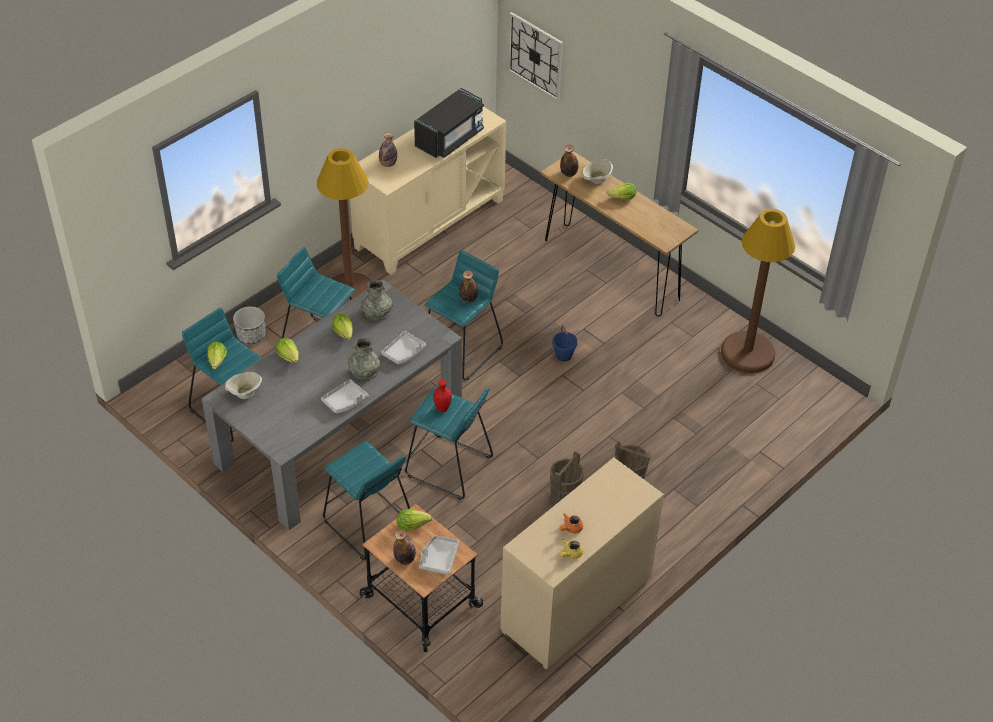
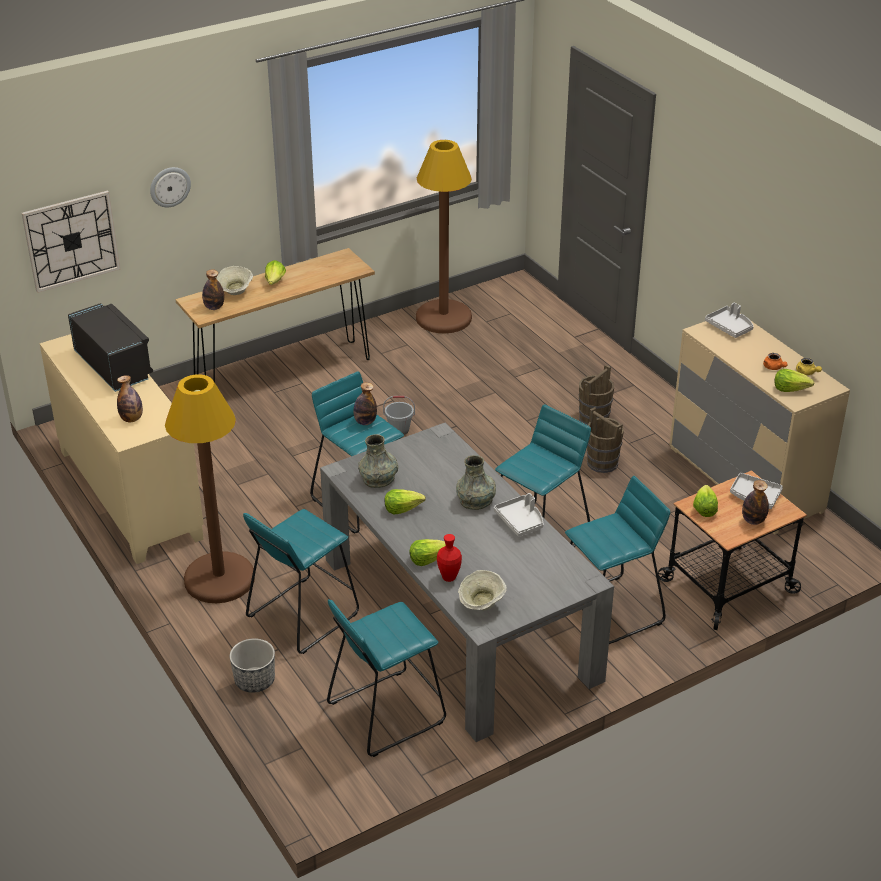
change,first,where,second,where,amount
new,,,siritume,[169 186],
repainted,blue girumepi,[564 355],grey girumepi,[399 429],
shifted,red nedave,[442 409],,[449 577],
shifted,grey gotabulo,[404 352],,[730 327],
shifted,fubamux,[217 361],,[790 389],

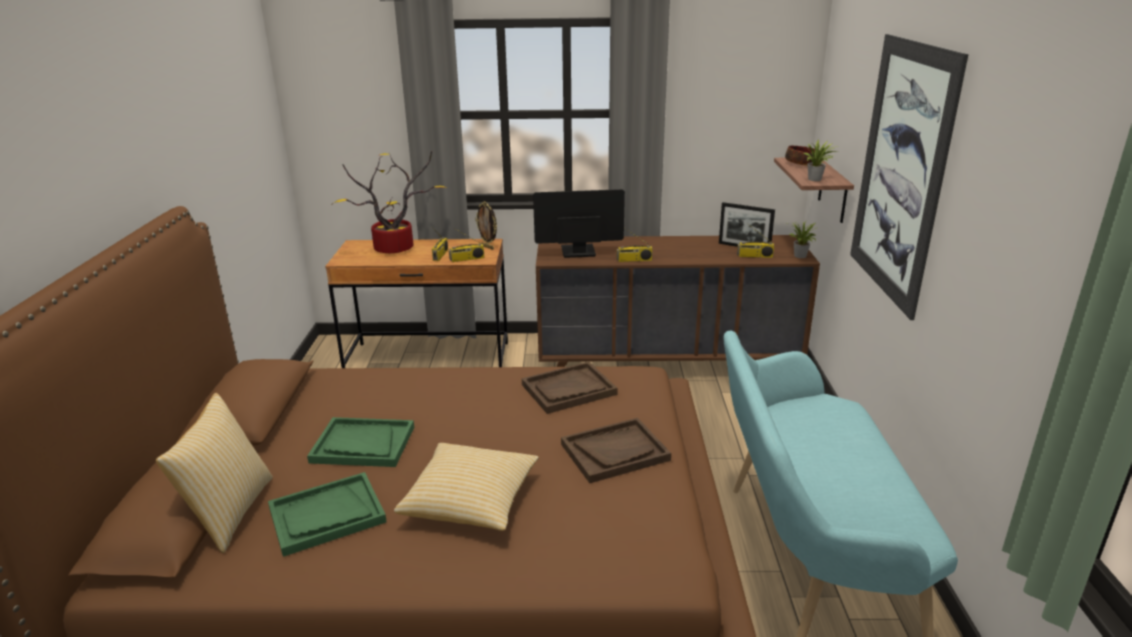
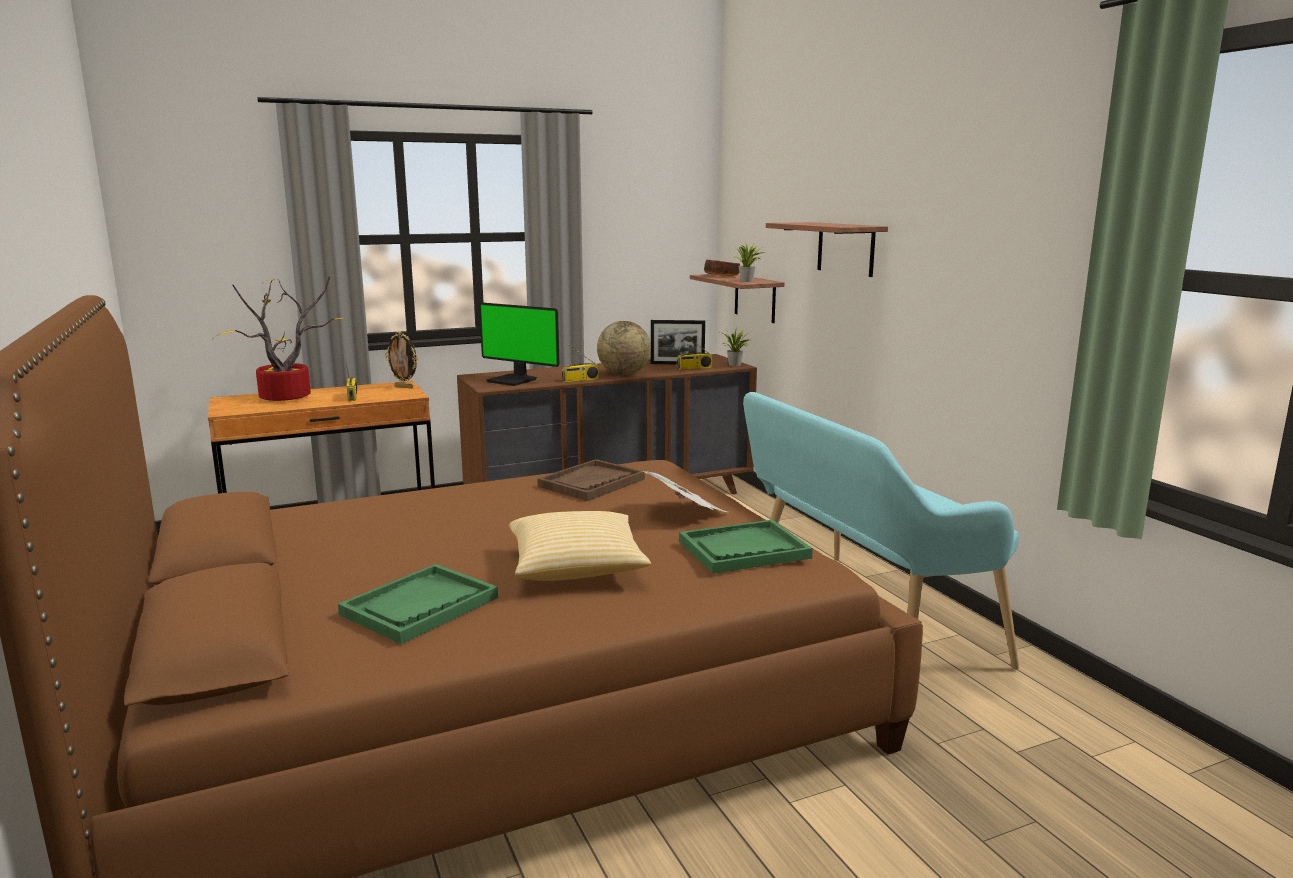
change,first,where,second,where,amount
rotated,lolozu,[577 252],,[513 380],120 degrees counterclockwise
new,,,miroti,[624 374],
swapped,brown gotabulo,[615 452],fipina,[685 513],
shifted,green gotabulo,[362 444],,[743 550],
swapped,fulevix,[900 172],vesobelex,[845 248],
gone,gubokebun,[229 513],,,
gone,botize,[467 259],,,

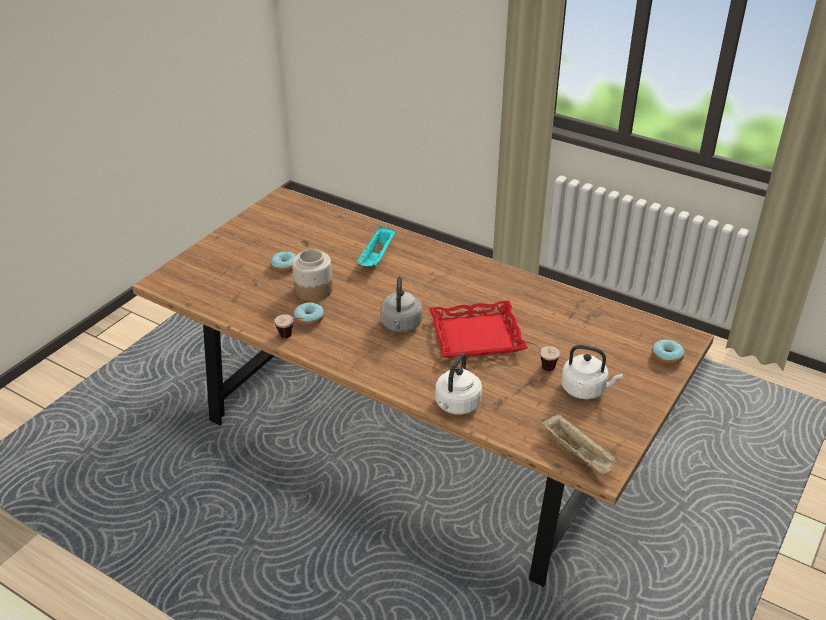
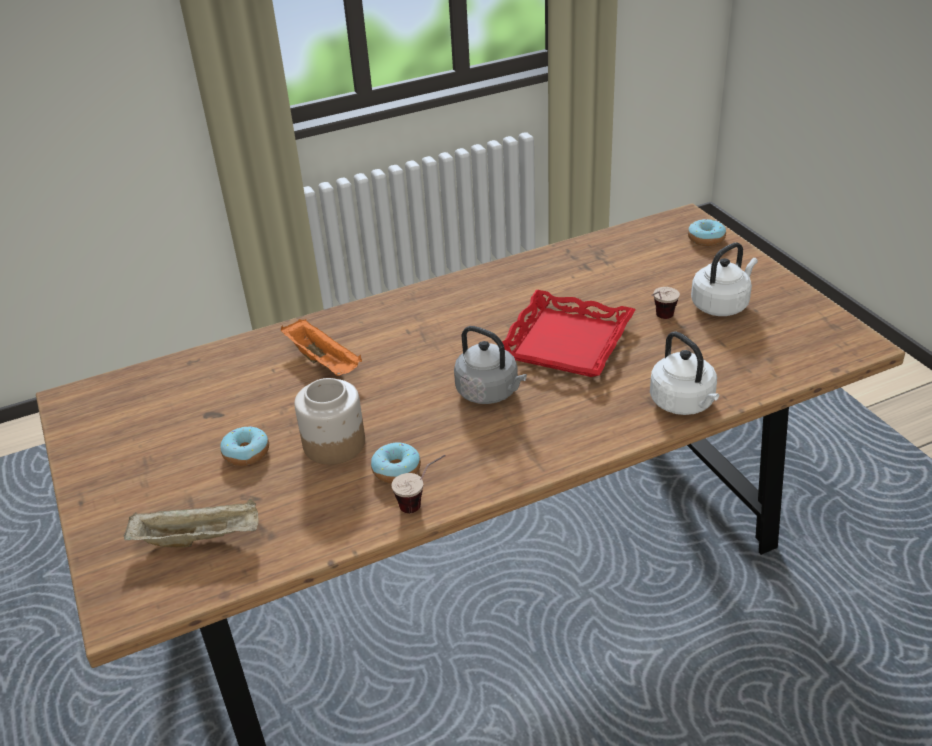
change,first,where,second,where,amount
shifted,beige gotabulo,[578 454],,[200 538],
repainted,turquoise gotabulo,[377 257],orange gotabulo,[324 362],

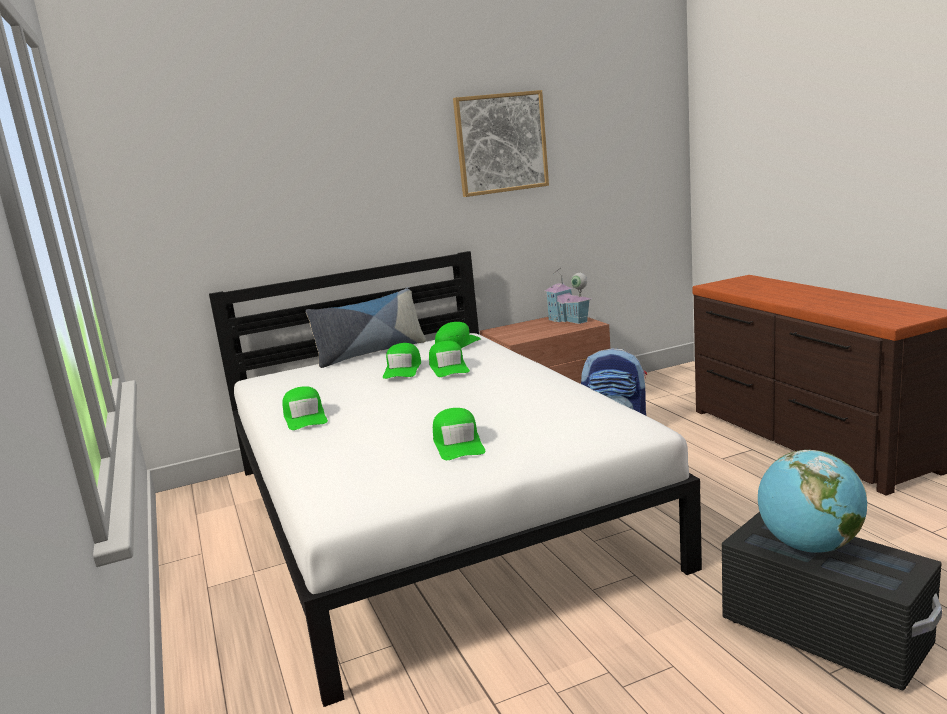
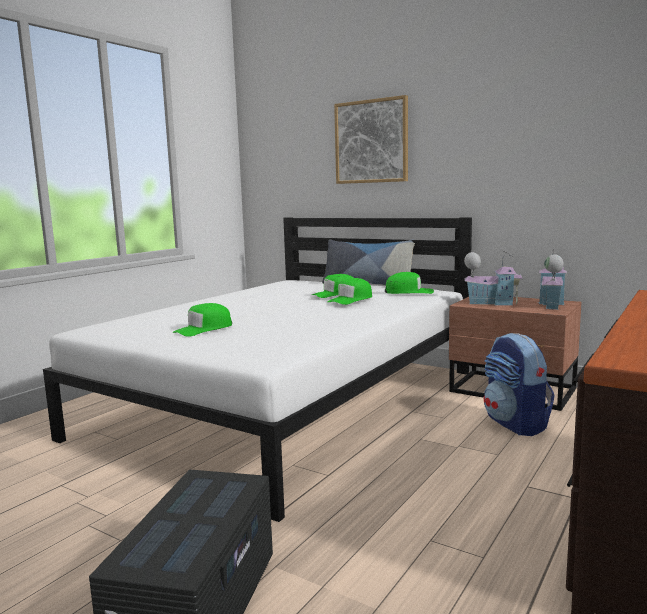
change,first,where,second,where,amount
shifted,fulevix,[501 143],,[371 141],
new,,,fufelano,[491 303],
gone,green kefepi,[305 417],,,
gone,miroti,[809 546],,,

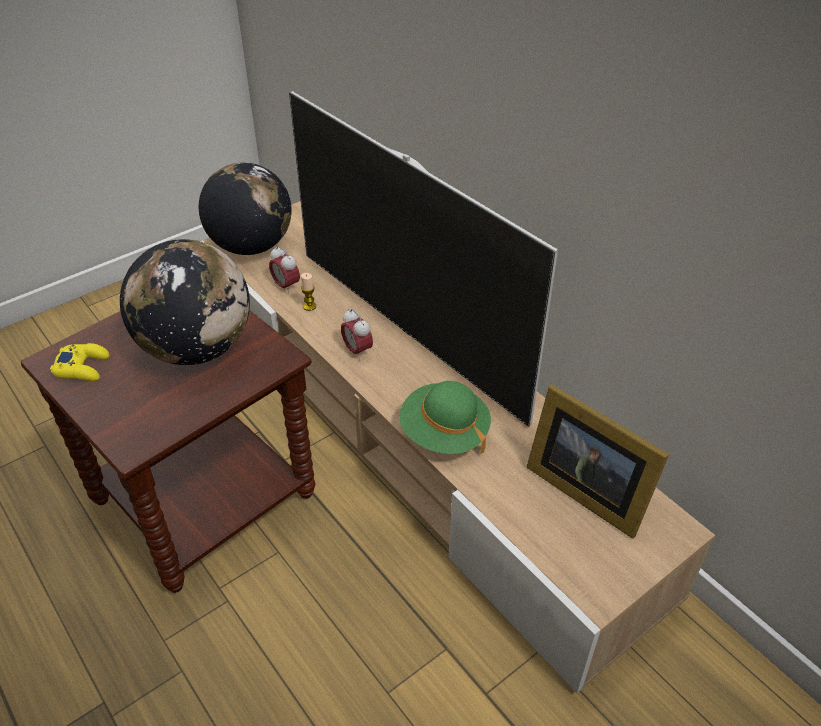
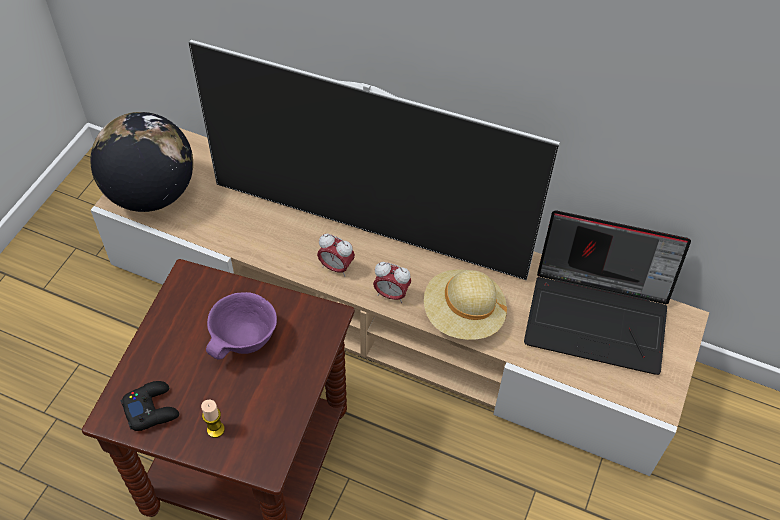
change,first,where,second,where,amount
repainted,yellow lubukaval,[83 367],black lubukaval,[151 409],
shifted,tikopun,[309 306],,[215 429],
swapped,miroti,[197 348],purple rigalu,[245 341],
shifted,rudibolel,[286 286],,[391 294],
repainted,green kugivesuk,[444 433],beige kugivesuk,[463 315],
swapped,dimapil,[584 488],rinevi,[599 316],

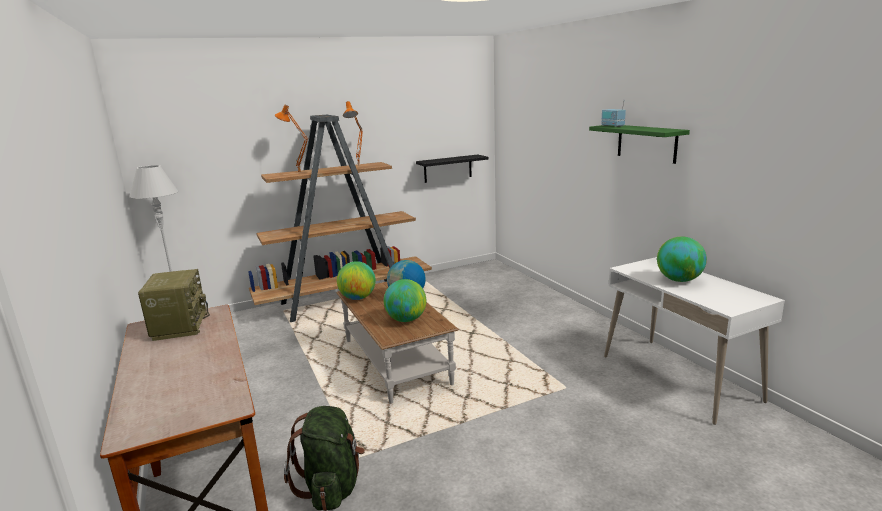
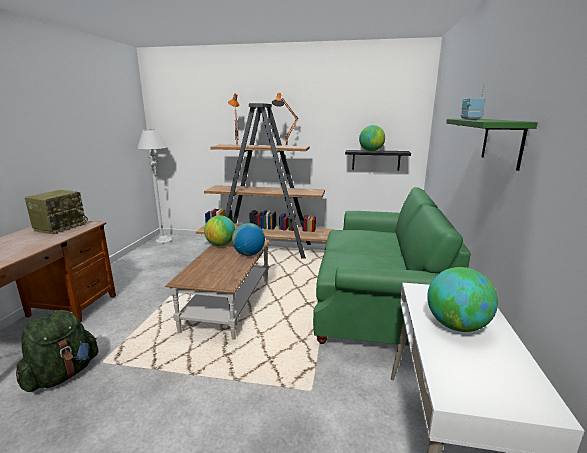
change,first,where,second,where,amount
new,,,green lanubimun,[377 302],
shifted,miroti,[406 320],,[371 151],

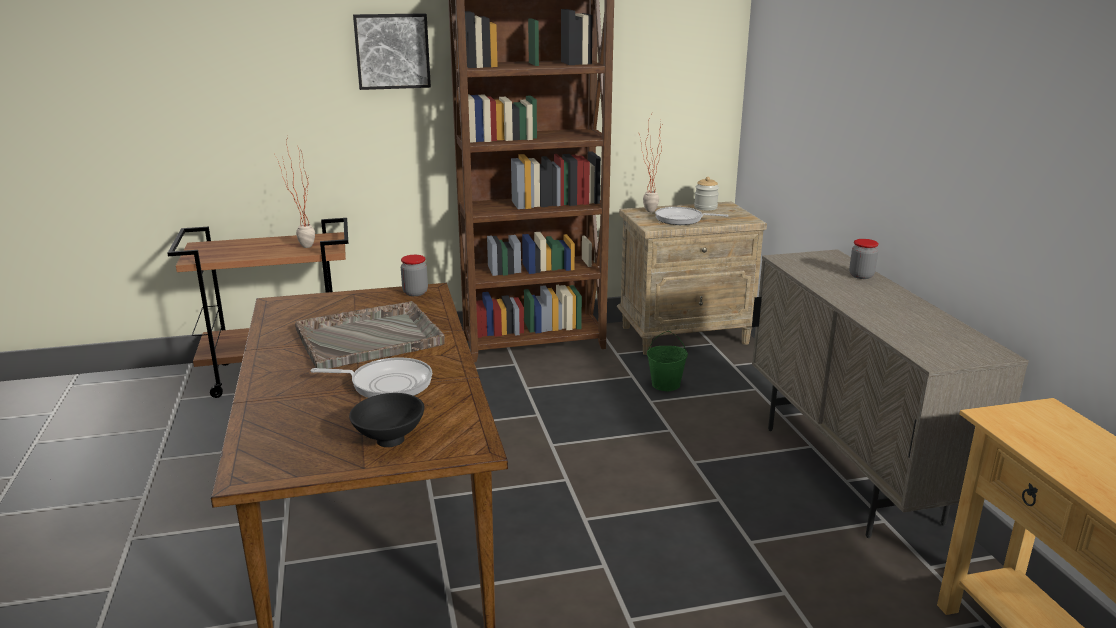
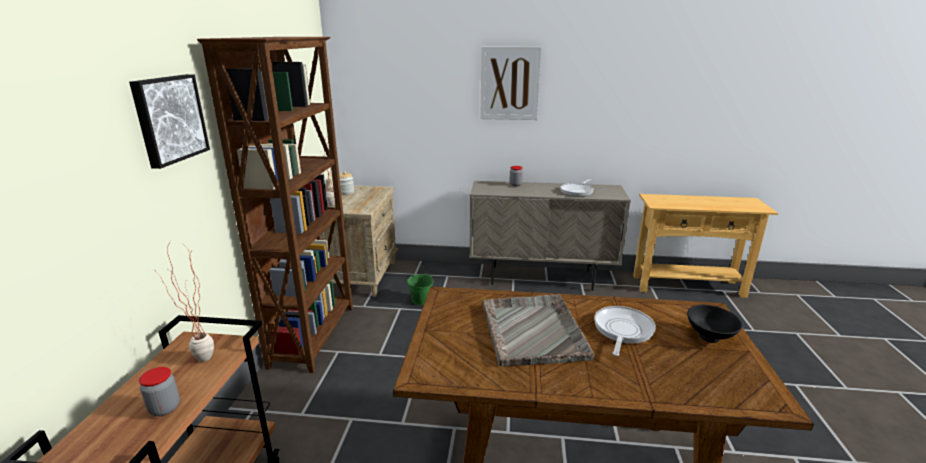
change,first,where,second,where,amount
shifted,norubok,[415 293],,[165 408],
new,,,fulevix,[509 84],
shifted,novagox,[682 219],,[577 191],

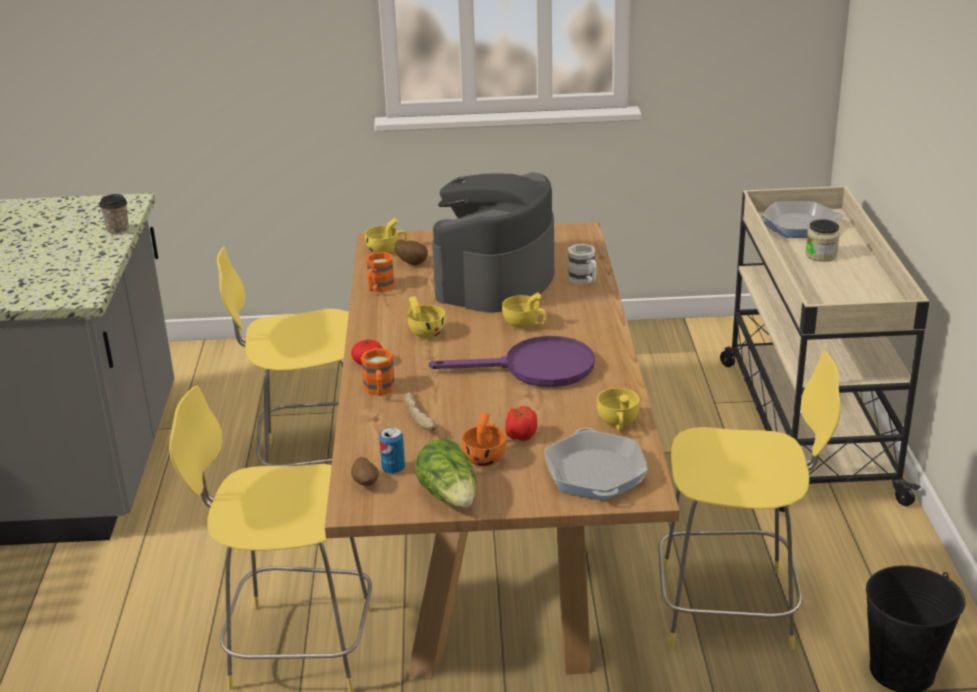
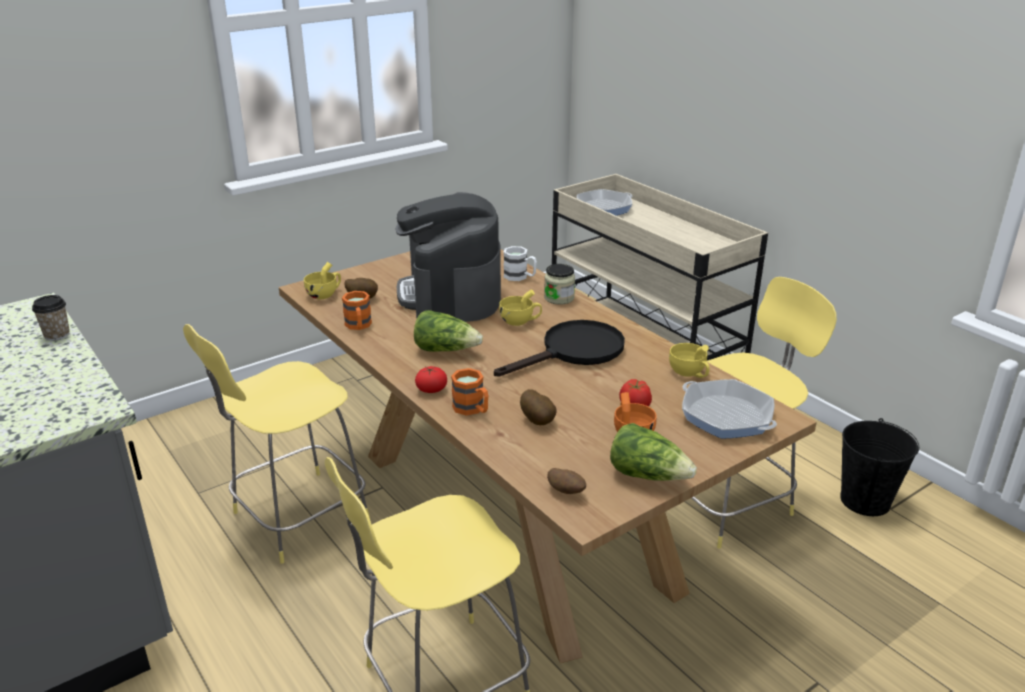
change,first,where,second,where,amount
swapped,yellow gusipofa,[424 332],fubamux,[446 350],
repainted,purple novagox,[536 368],black novagox,[574 352],
swapped,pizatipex,[421 419],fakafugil,[538 421],
shifted,norubok,[821 255],,[559 298],
gone,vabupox,[393 468],,,

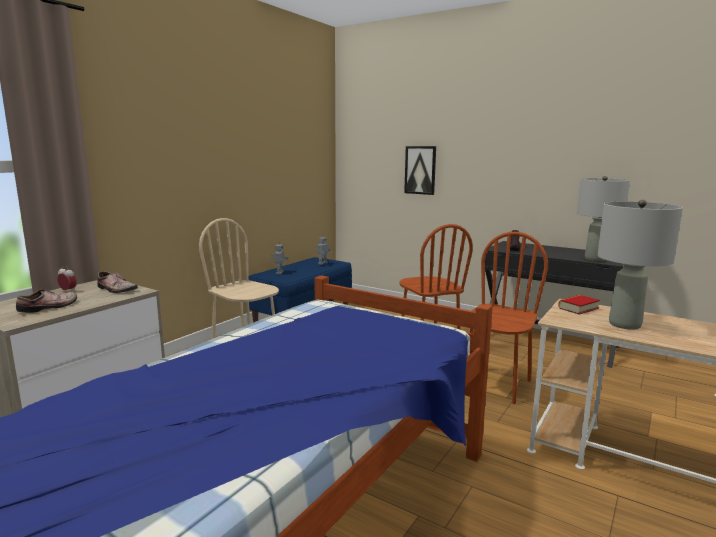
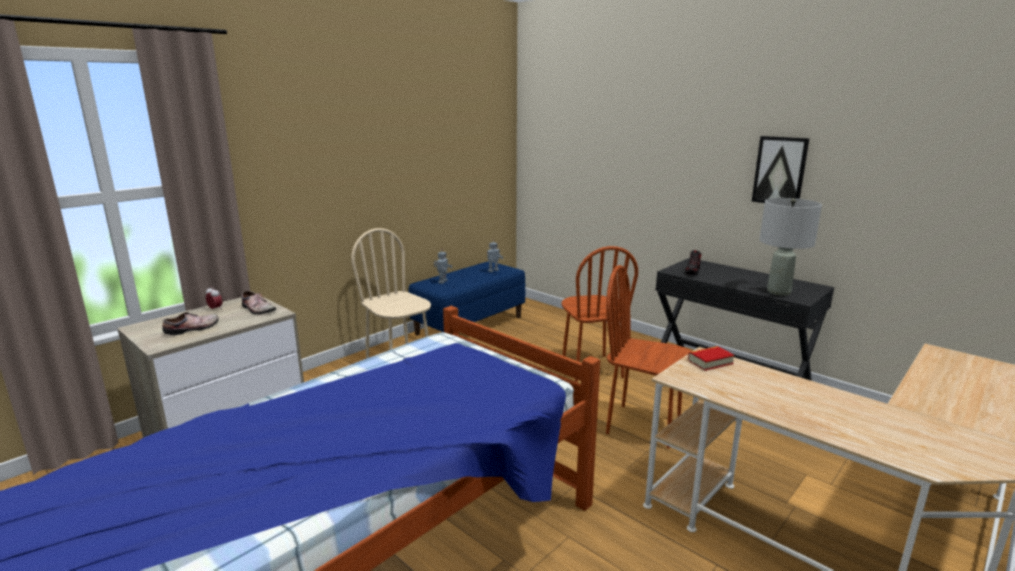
change,first,where,second,where,amount
rotated,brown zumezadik,[496 385],,[643 426],105 degrees counterclockwise
shifted,fulevix,[420 170],,[780 171],
gone,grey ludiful,[625 324],,,

